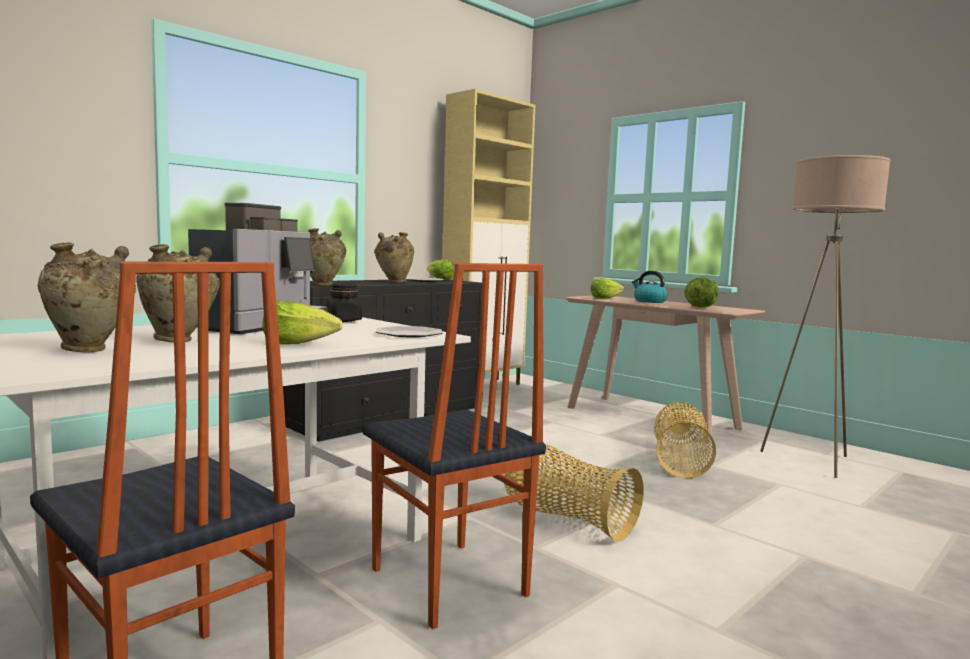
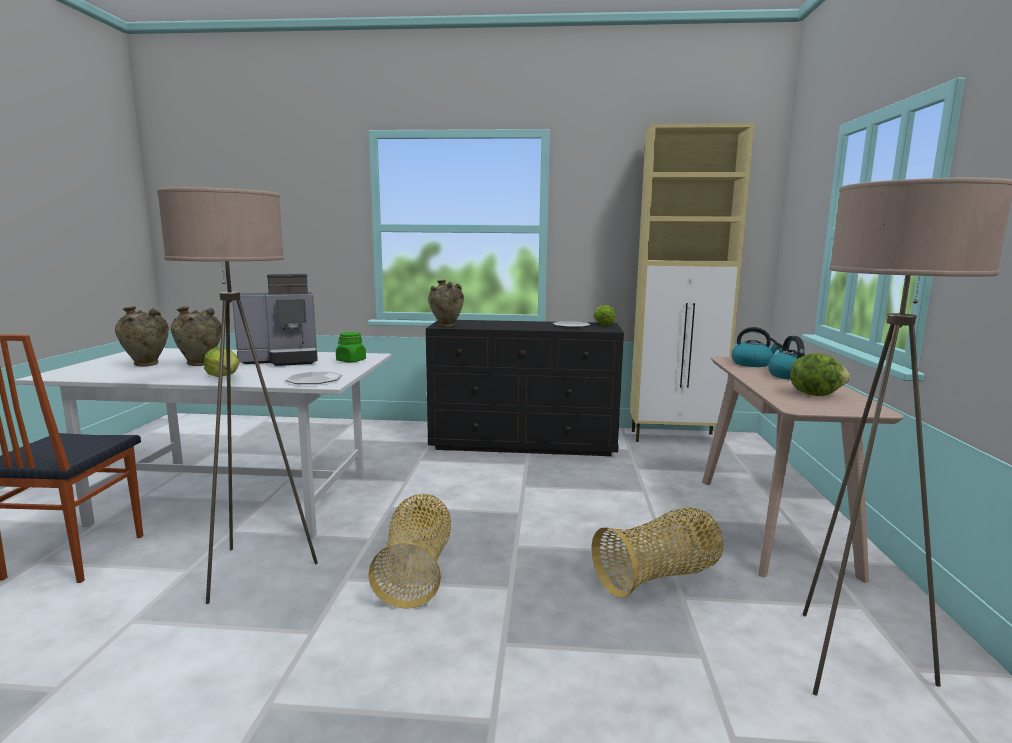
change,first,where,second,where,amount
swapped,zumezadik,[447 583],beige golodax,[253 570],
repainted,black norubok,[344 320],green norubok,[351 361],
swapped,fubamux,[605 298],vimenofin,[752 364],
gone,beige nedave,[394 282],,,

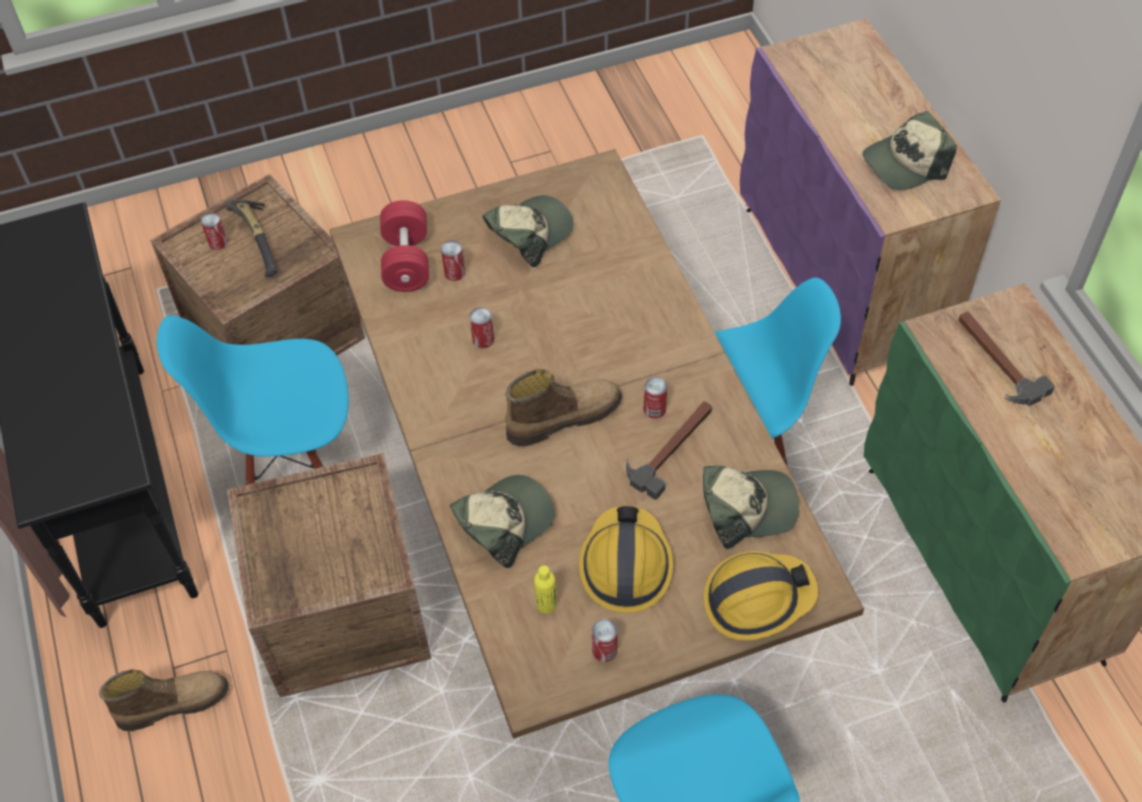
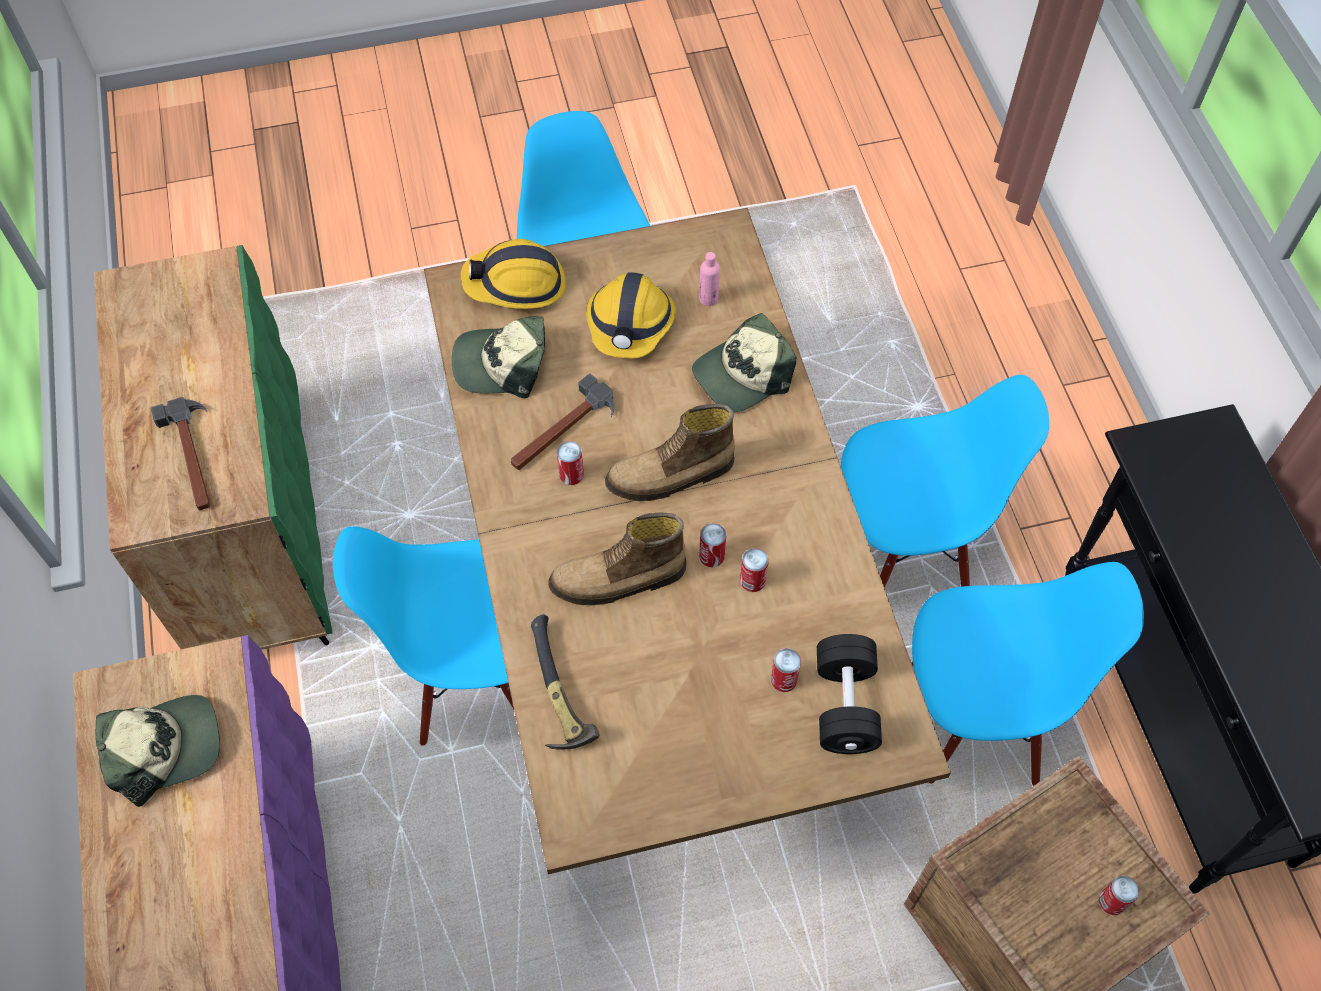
change,first,where,second,where,amount
shifted,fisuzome,[260 240],,[555 694],
shifted,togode,[173 703],,[618 580],
repainted,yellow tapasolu,[546 604],pink tapasolu,[708 299],
shifted,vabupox,[604 650],,[712 556],
repainted,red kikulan,[406 261],black kikulan,[845 705],
swapped,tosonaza,[343 612],blue zumezadik,[906 553],
gone,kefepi,[529 233],,,

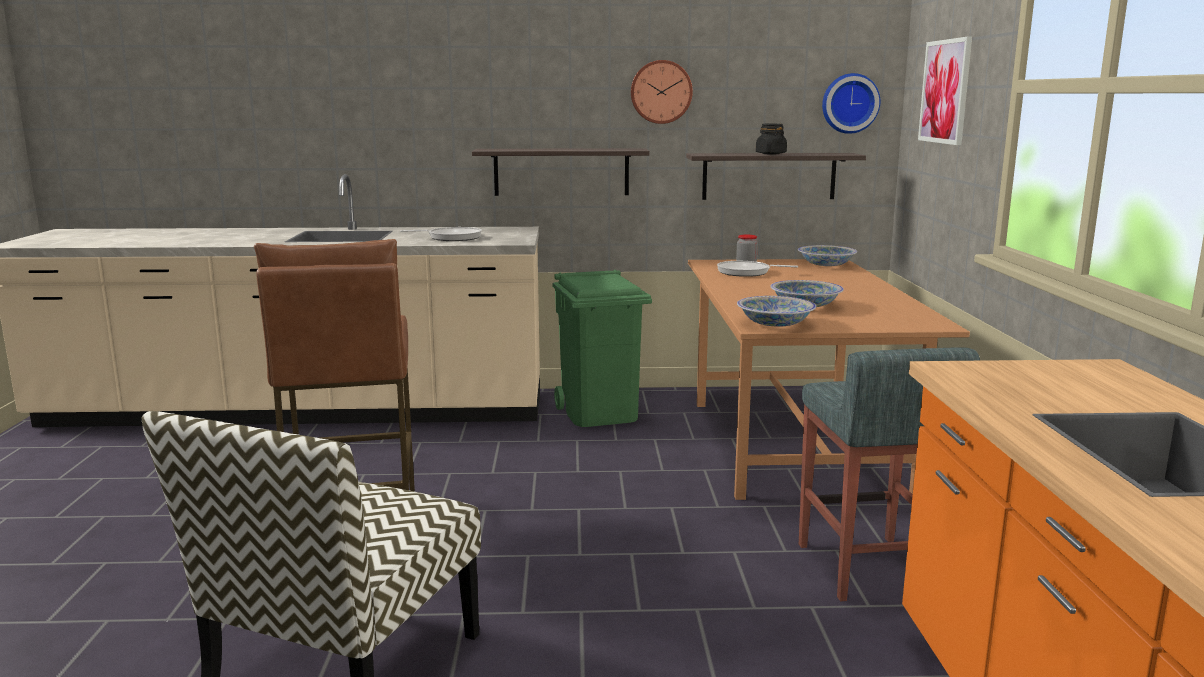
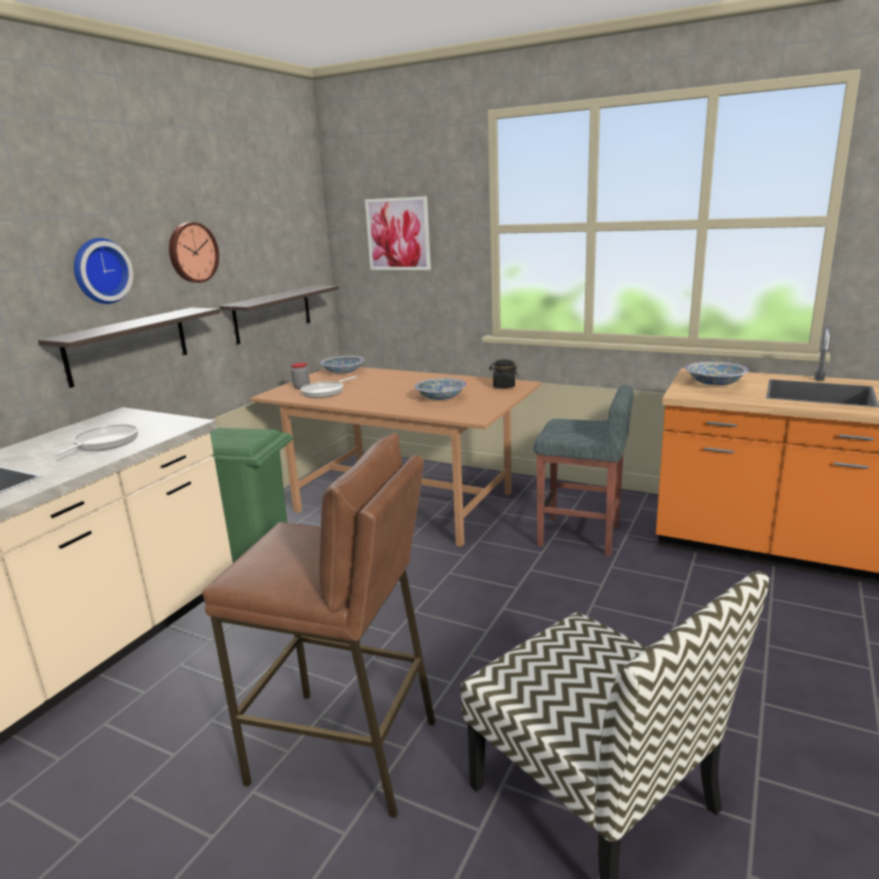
change,first,where,second,where,amount
shifted,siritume,[849 103],,[100 271],
shifted,black norubok,[770 154],,[503 386],
shifted,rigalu,[775 324],,[715 383],

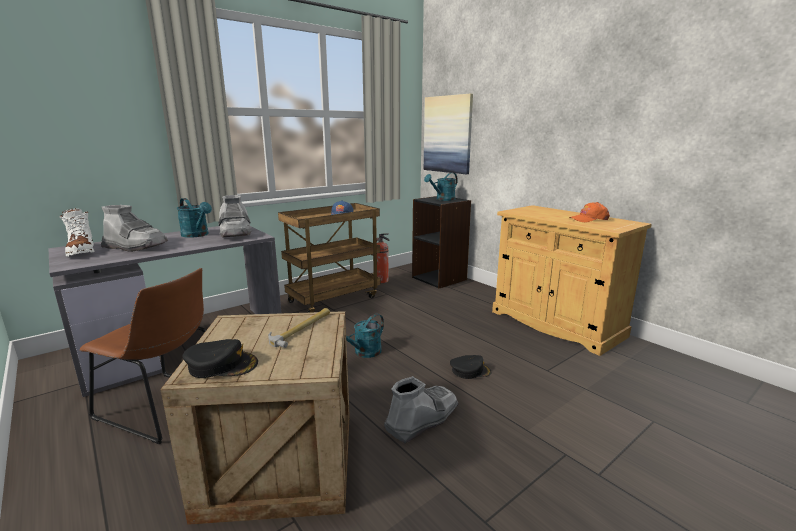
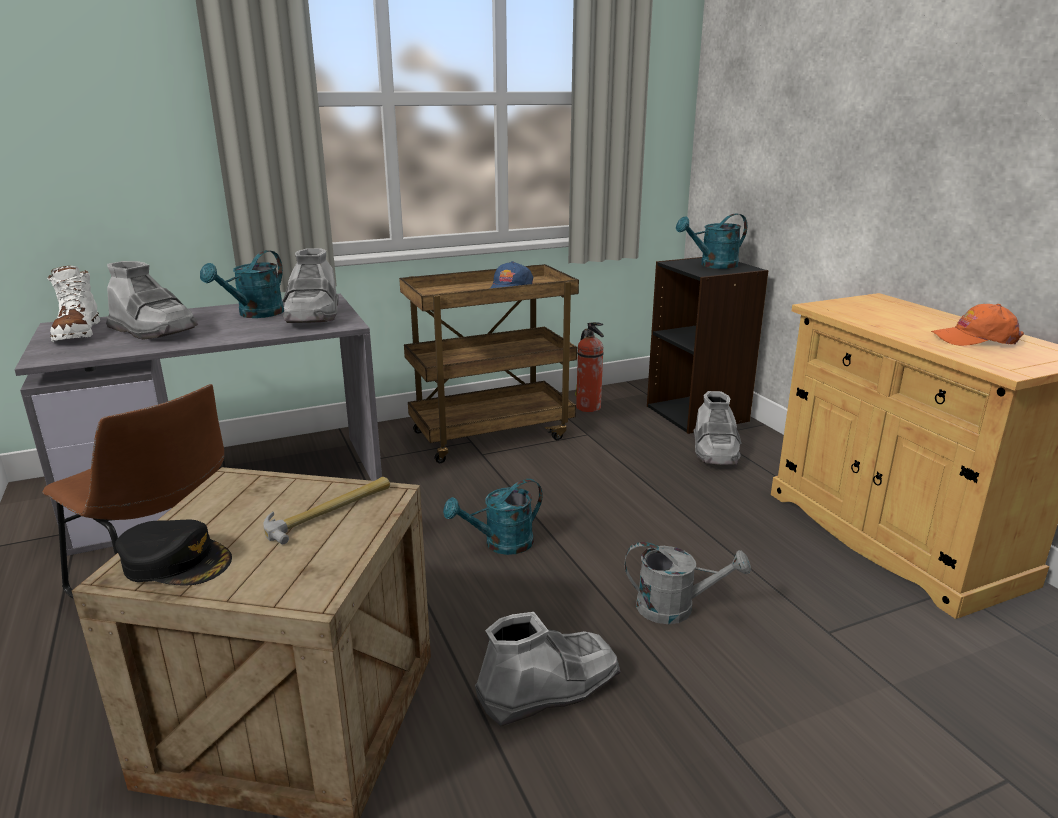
change,first,where,second,where,amount
rotated,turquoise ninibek,[197 235],,[255 314],60 degrees clockwise
swapped,black kefepi,[470 370],grey ninibek,[675 608],
new,,,grey togode,[715 452],
gone,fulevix,[448 134],,,

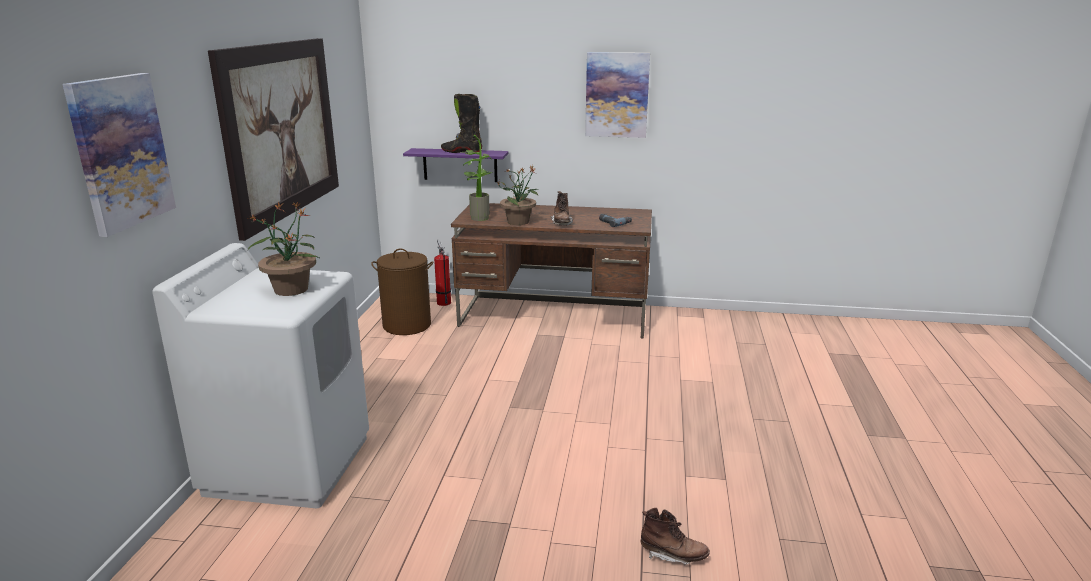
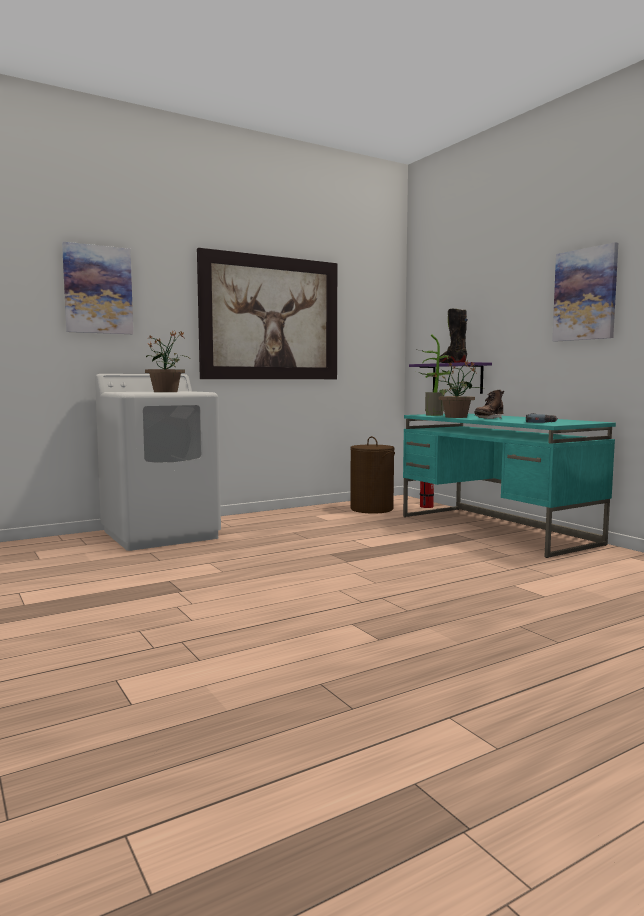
change,first,where,second,where,amount
repainted,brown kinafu,[555 316],turquoise kinafu,[496 530],
gone,brown togode,[673 555],,,

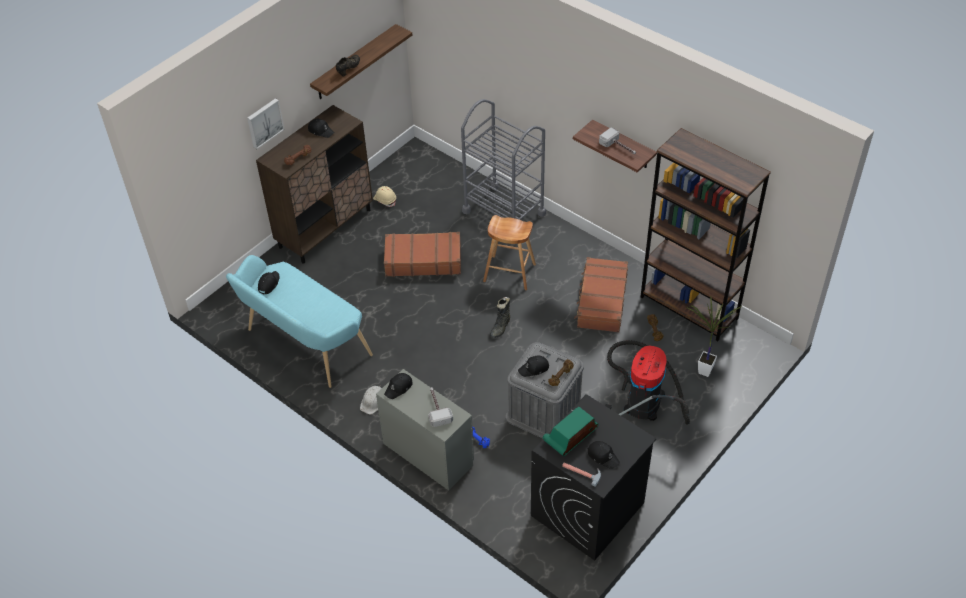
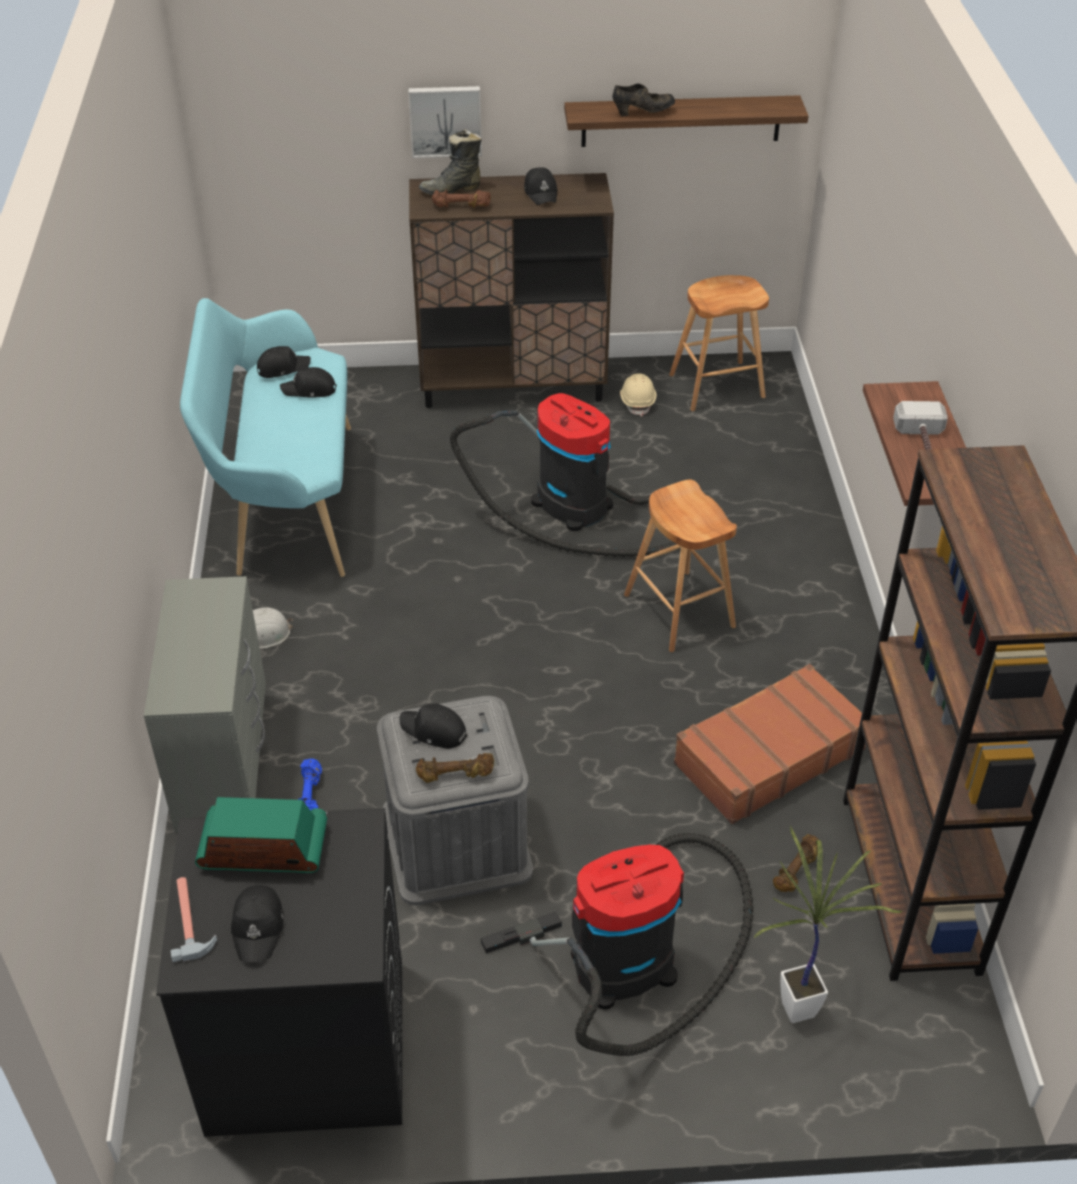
change,first,where,second,where,amount
shifted,black kefepi,[399 388],,[309 390],
shifted,black togode,[501 327],,[452 190],
swapped,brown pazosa,[423 260],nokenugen,[580 508],
new,,,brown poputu,[716 386],
gone,fisuzome,[437 408],,,
gone,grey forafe,[504 212],,,

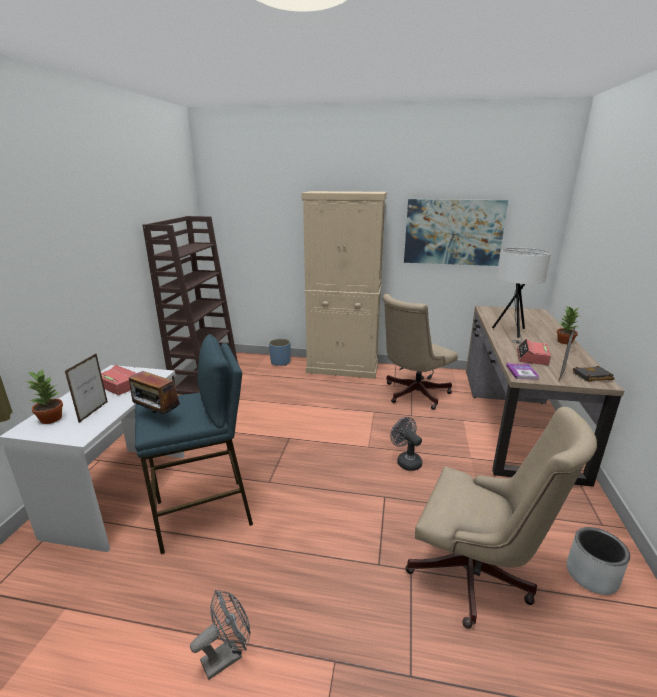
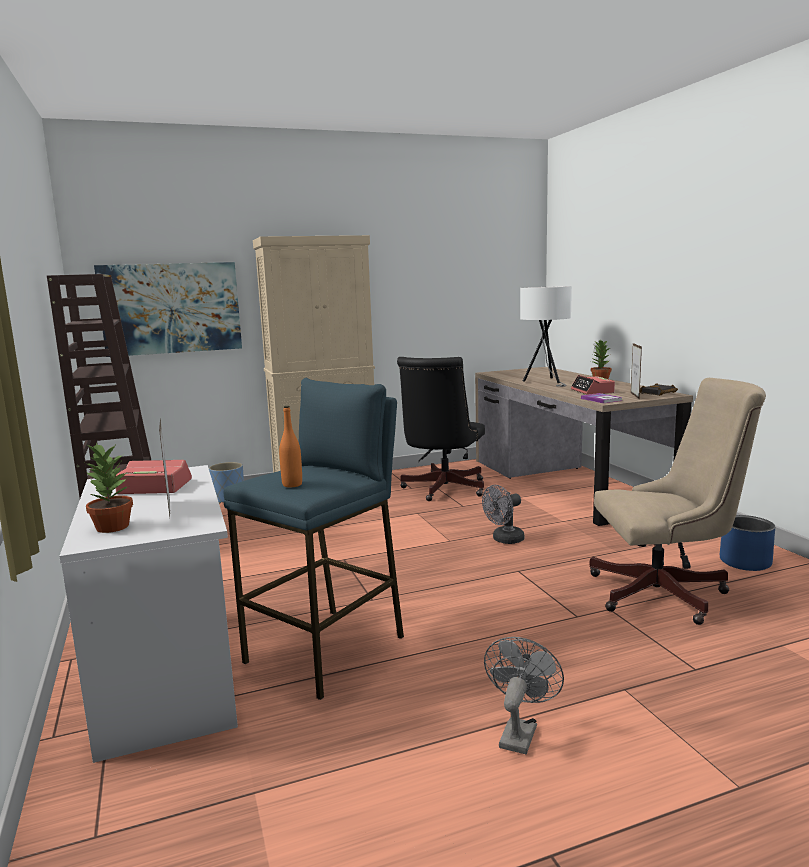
change,first,where,second,where,amount
shifted,fulevix,[453 232],,[171 308],
swapped,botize,[157 417],orange tapasolu,[292 484],
repainted,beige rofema,[412 394],black rofema,[442 490],
rotated,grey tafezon,[406 461],,[504 540],60 degrees counterclockwise
repainted,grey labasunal,[592 575],blue labasunal,[745 562],

